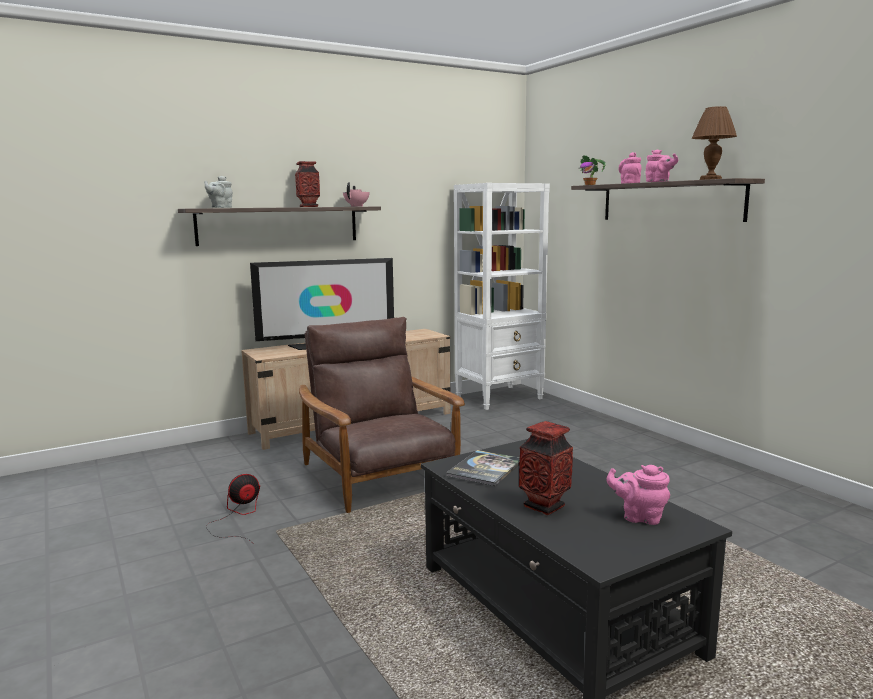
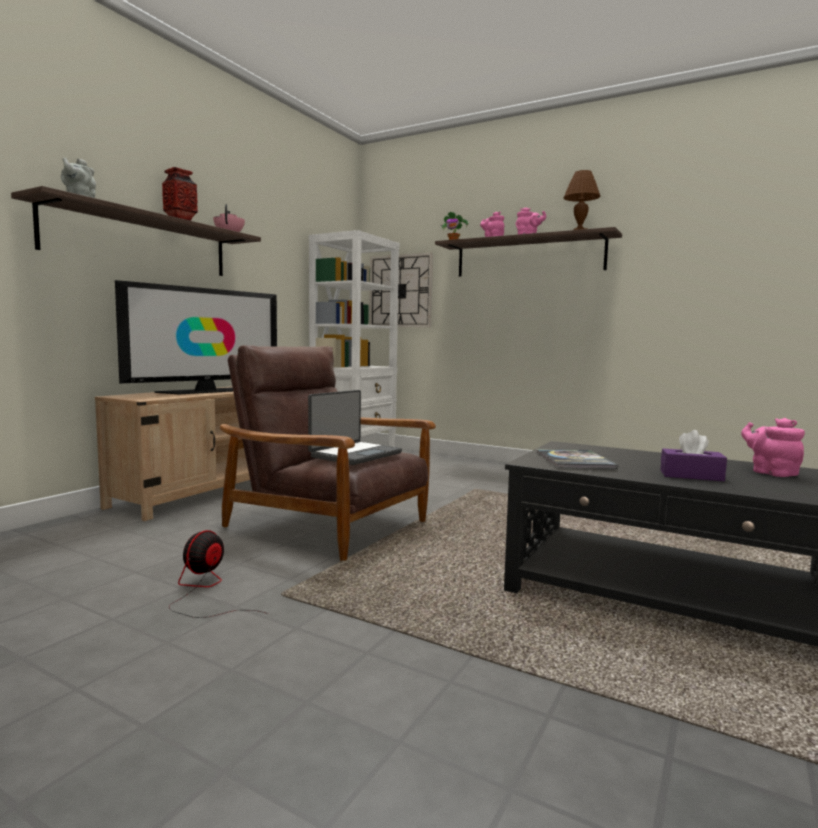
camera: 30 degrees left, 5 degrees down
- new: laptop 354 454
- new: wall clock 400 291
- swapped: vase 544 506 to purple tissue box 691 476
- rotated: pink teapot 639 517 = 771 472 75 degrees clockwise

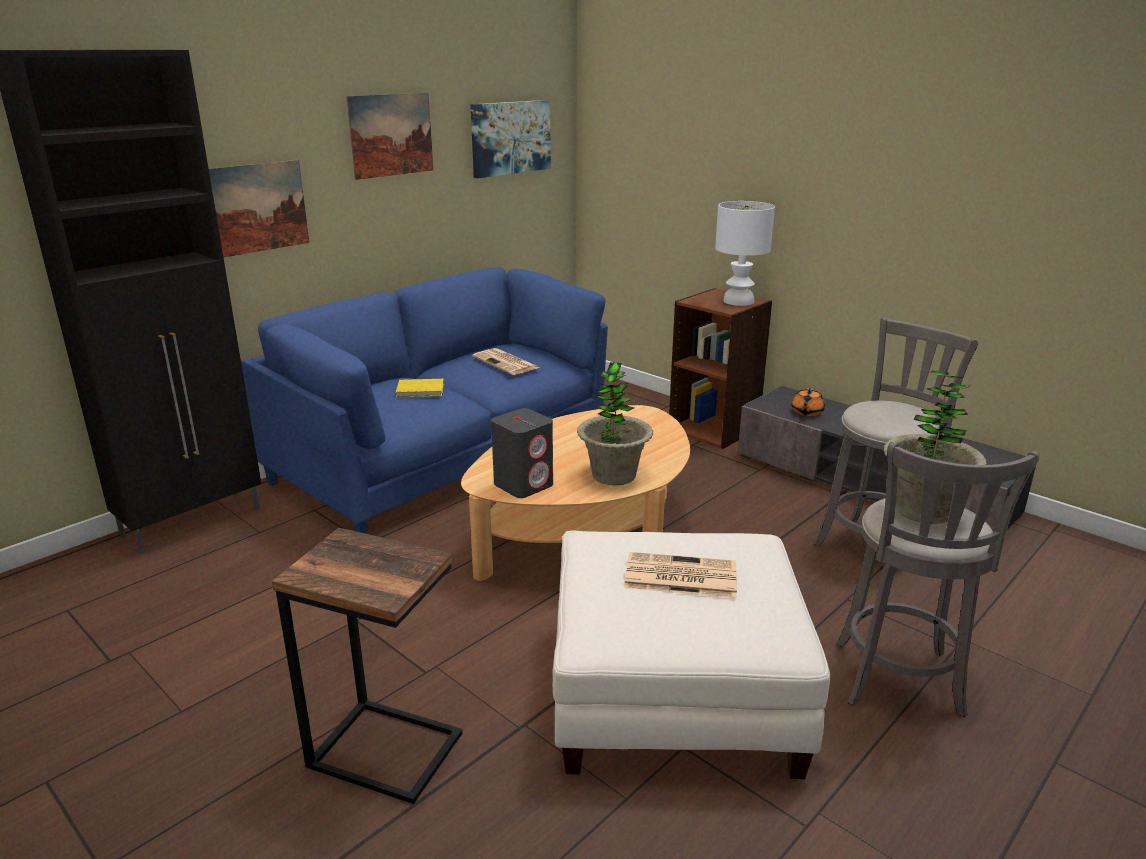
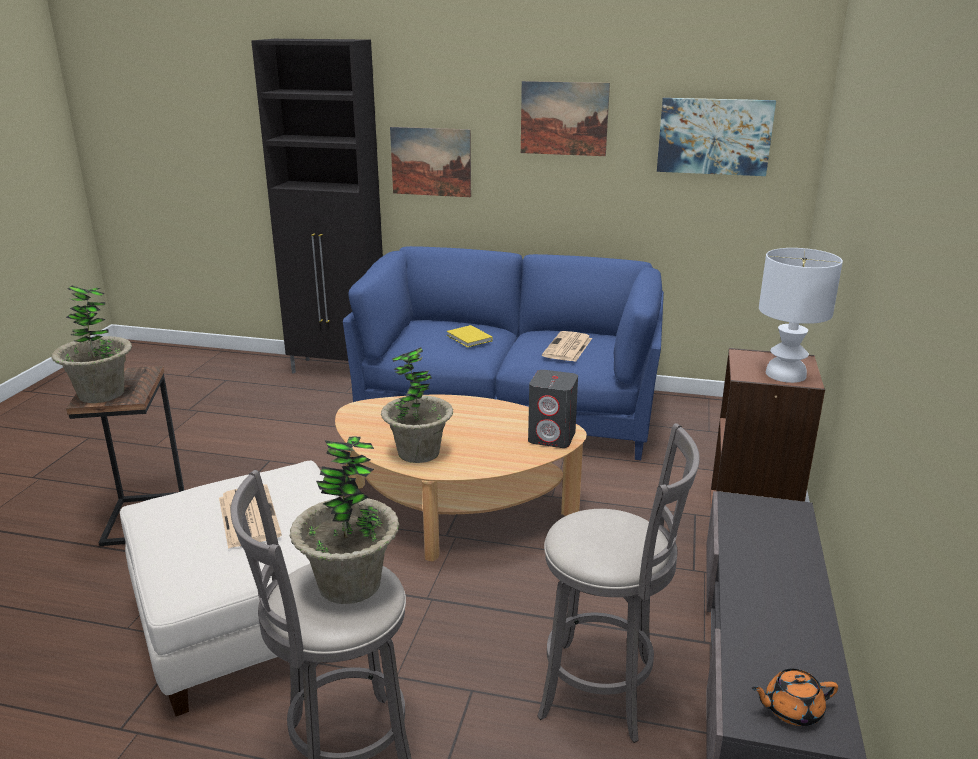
camera: 60 degrees right, 0 degrees up
- new: potted plant 101 394
- shifted: grey speaker 524 484 to 552 437
- shifted: orange teapot 806 412 to 791 710

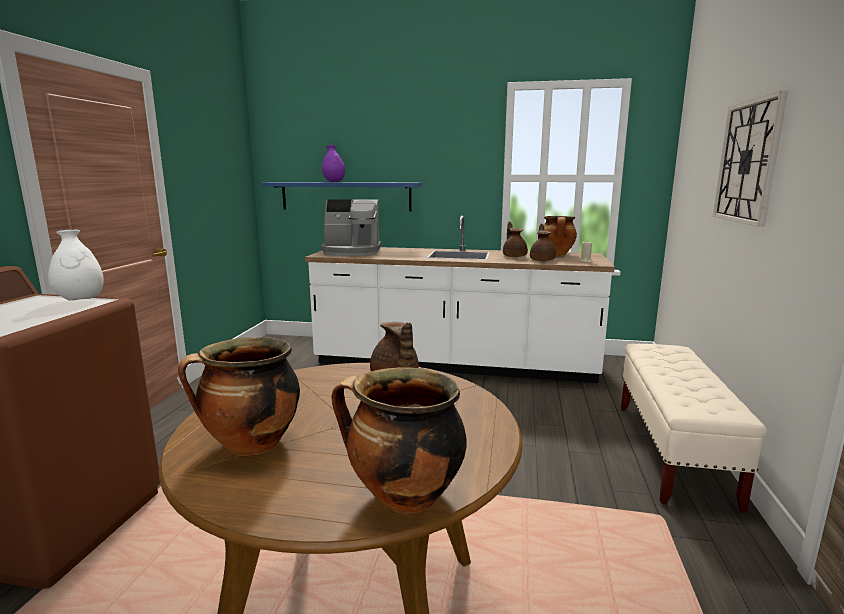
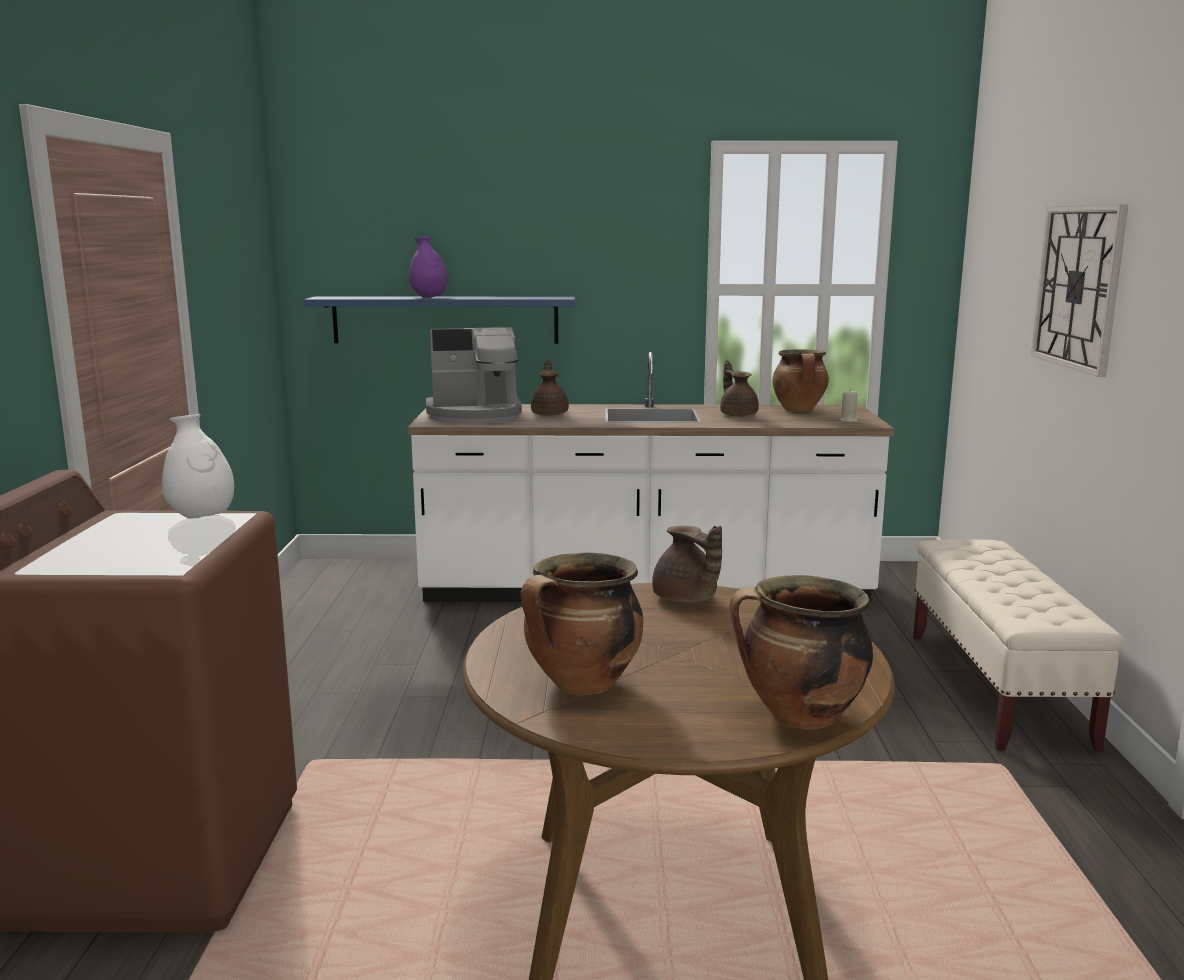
camera: 10 degrees left, 0 degrees up
- shifted: brown teapot 542 260 to 550 414

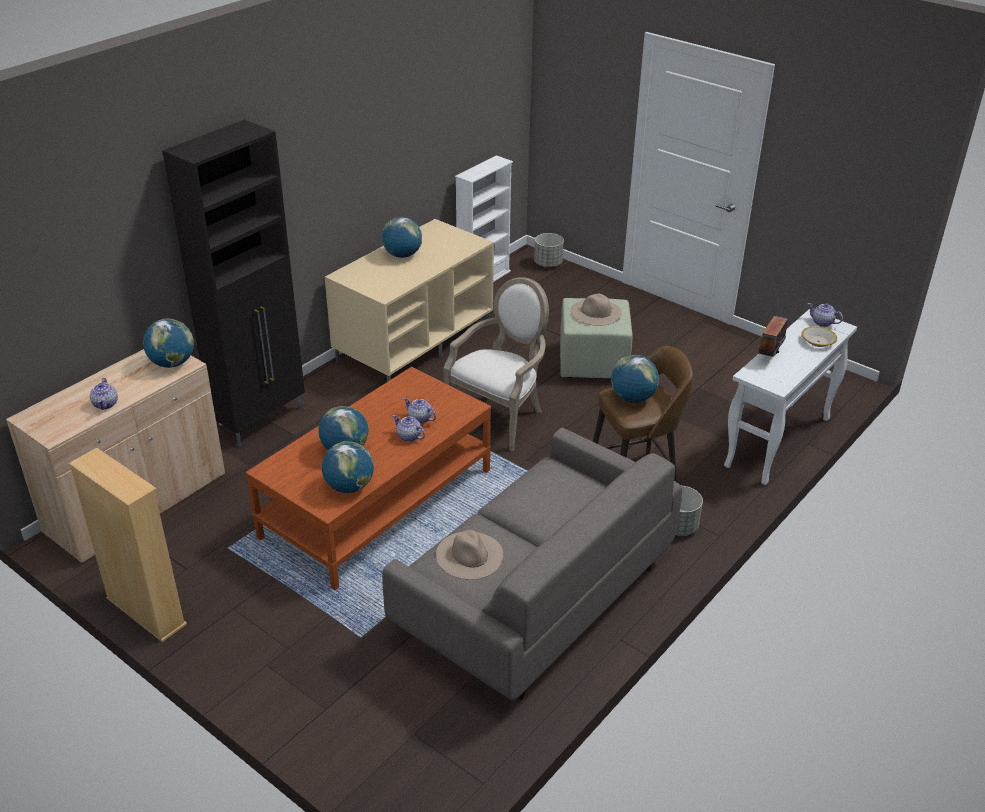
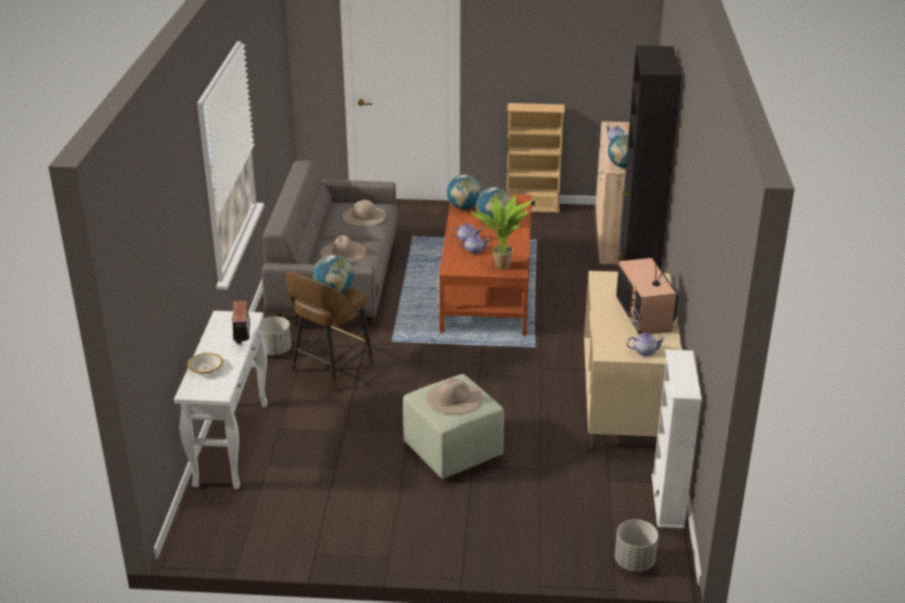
camera: 145 degrees right, 5 degrees down
- new: beige hat 343 252
- new: potted plant 503 265
- swapped: globe 402 255 to television 645 314
- shifted: teapot 822 323 to 645 351
- gone: armchair 500 416

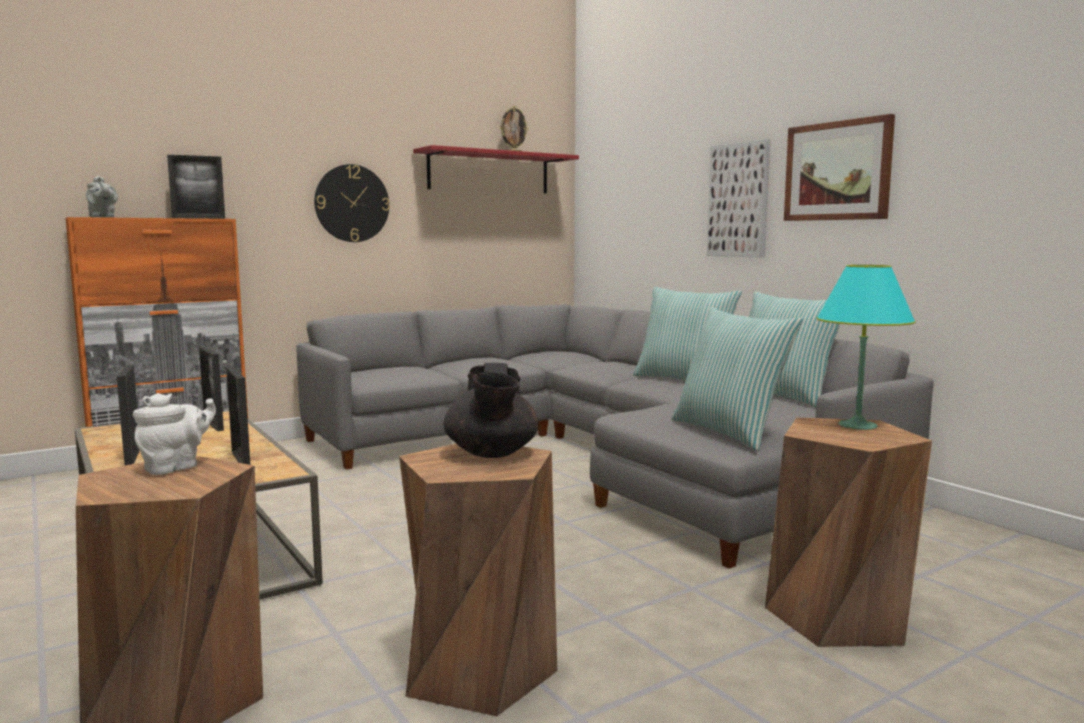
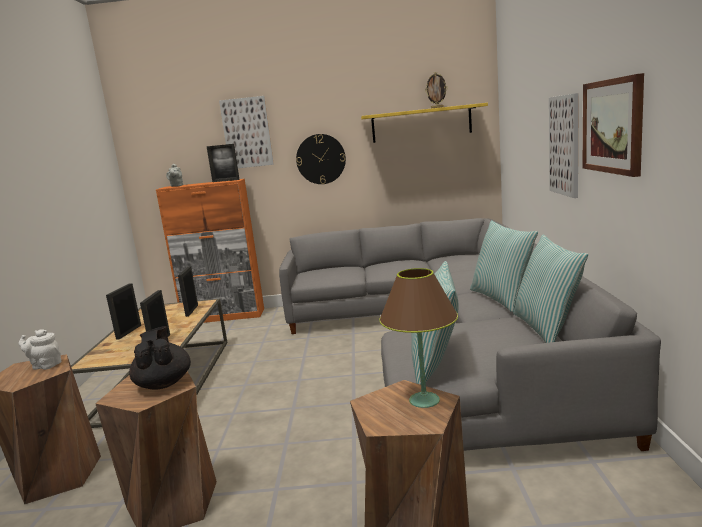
camera: 35 degrees right, 5 degrees up
- rotated: white teapot 176 467 = 45 365 150 degrees counterclockwise
- rotated: black teapot 491 454 = 163 383 135 degrees clockwise
- new: picture 247 133
- repainted: red shelf 489 172 to yellow shelf 421 124
- repainted: turquoise table lamp 858 425 to brown table lamp 424 400

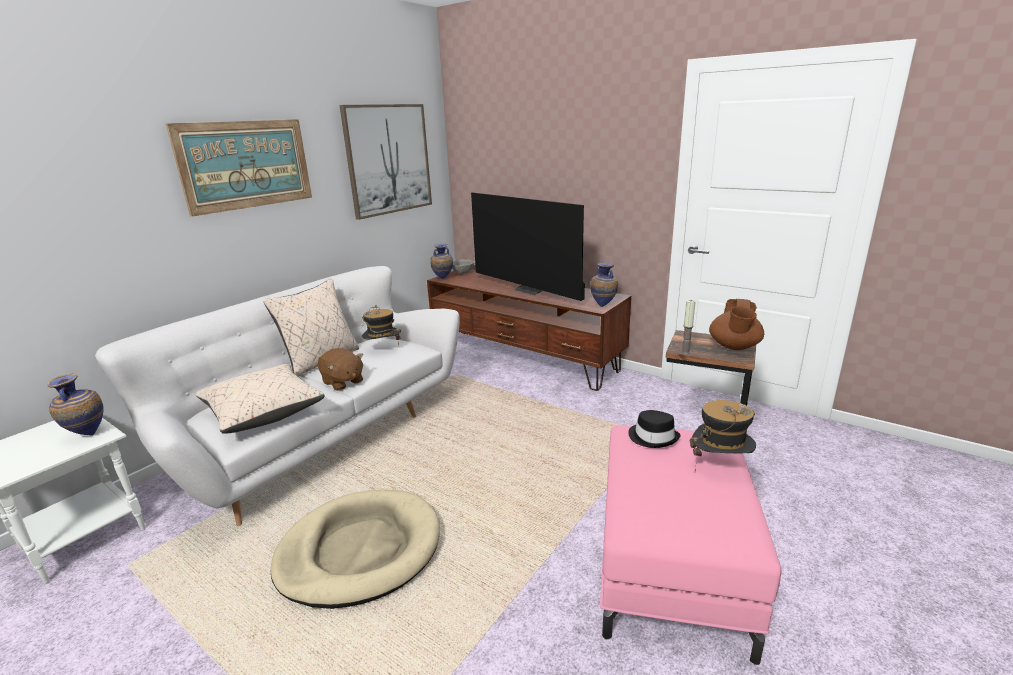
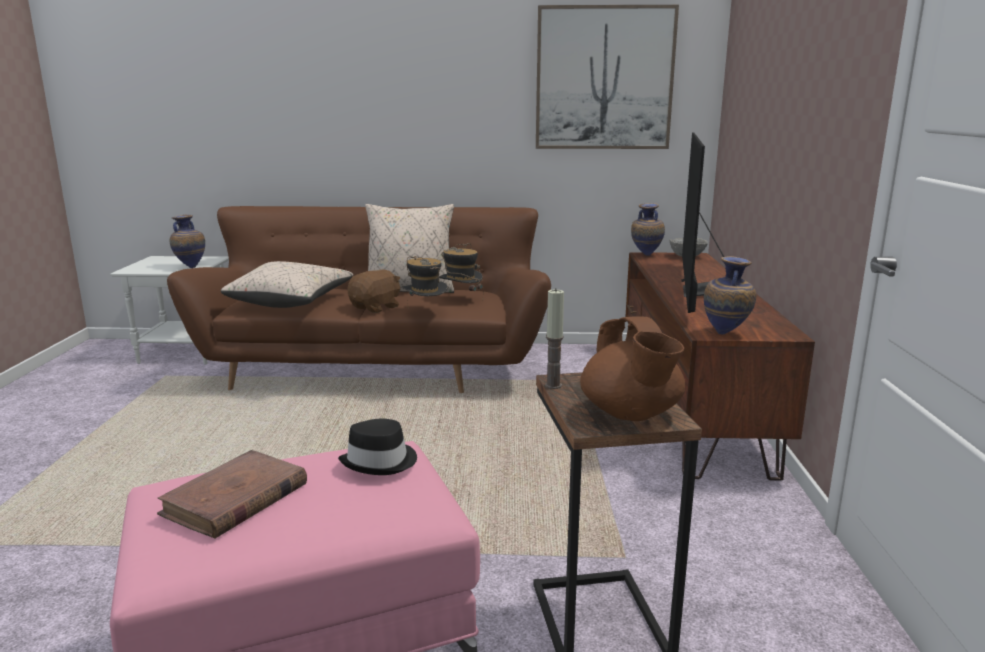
camera: 55 degrees right, 5 degrees down
- new: brown book 235 499
- repainted: white sofa 320 437 to brown sofa 377 369
- rotated: brown plush toy 342 382 = 376 307 150 degrees counterclockwise
- shifted: hat 719 466 to 425 313
- rotated: brown teapot 734 347 = 631 414 90 degrees counterclockwise
- gone: picture 246 164
- gone: beige dog bed 360 550

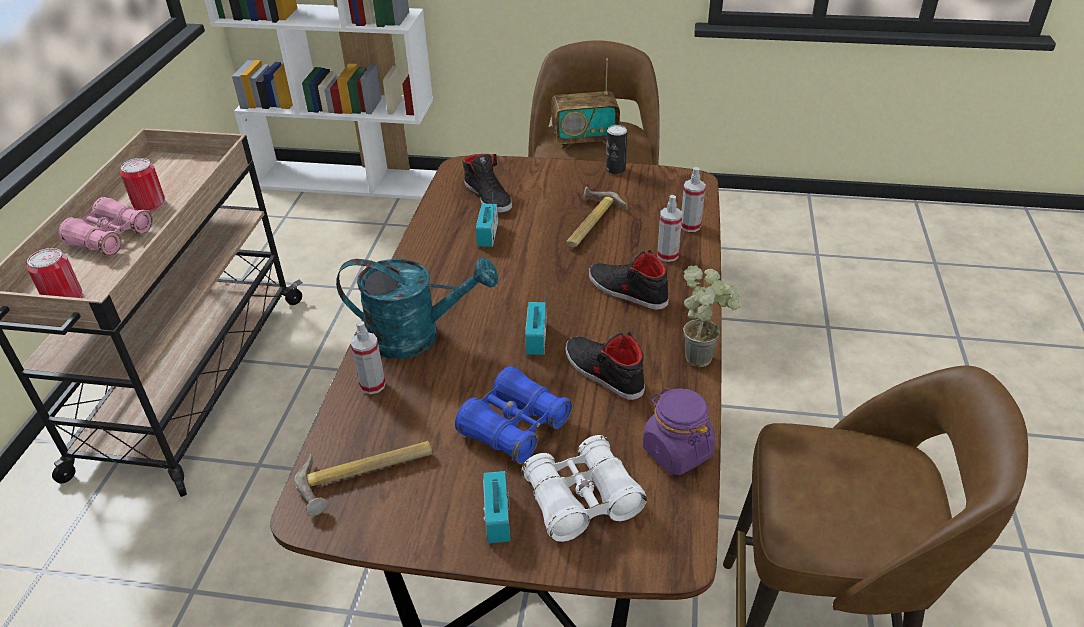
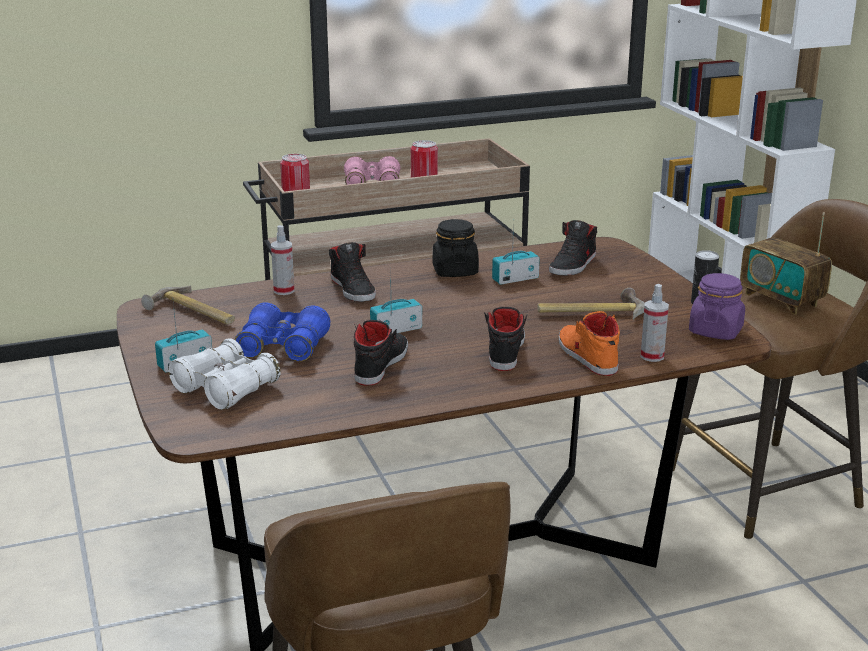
camera: 60 degrees right, 15 degrees down
- swapped: turquoise watering can 417 336 to black shoe 353 289
- new: black jar 455 271
- swapped: spray bottle 667 255 to orange shoe 586 356
- shifted: purple jar 676 451 to 715 331
- gone: potted plant 705 355

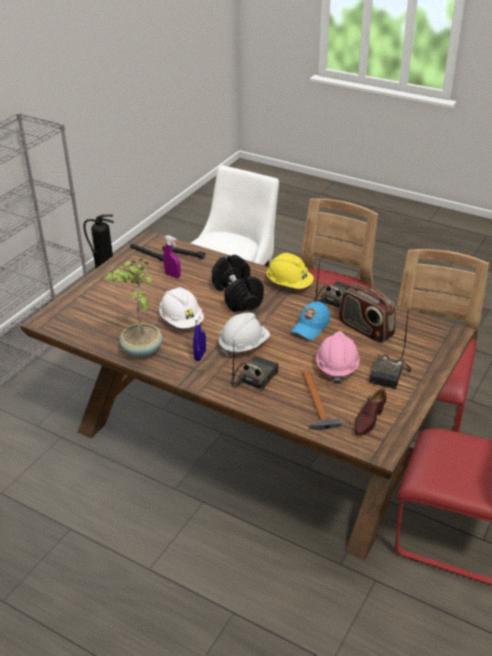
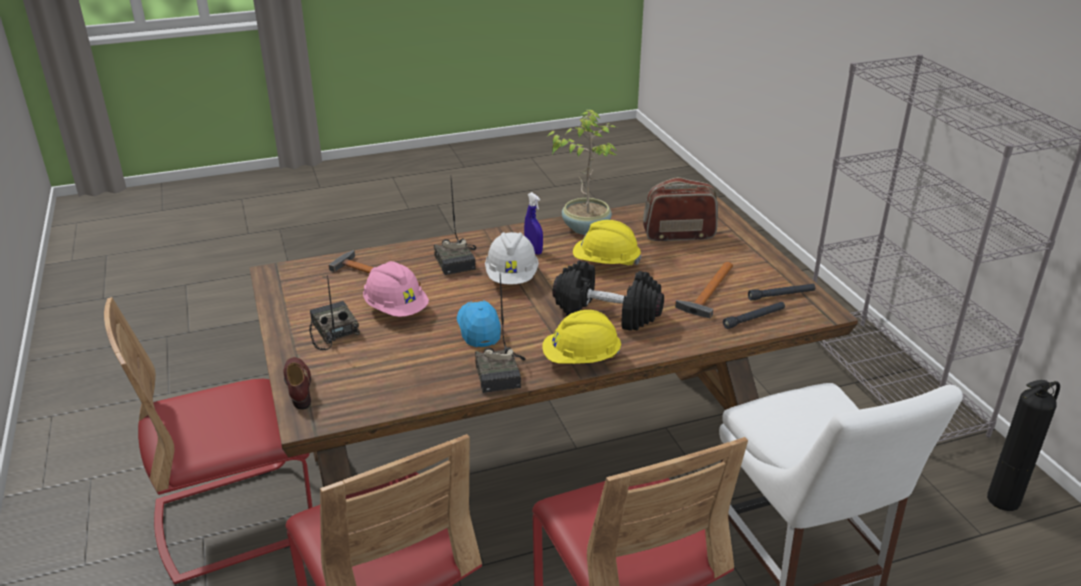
camera: 130 degrees right, 5 degrees down
- shifted: brown shoe 368 419 to 299 386
- repainted: white hard hat 181 321 to yellow hard hat 605 263
- shifted: radio 365 329 to 678 234
- swapped: purple spray bottle 172 275 to hammer 708 292

